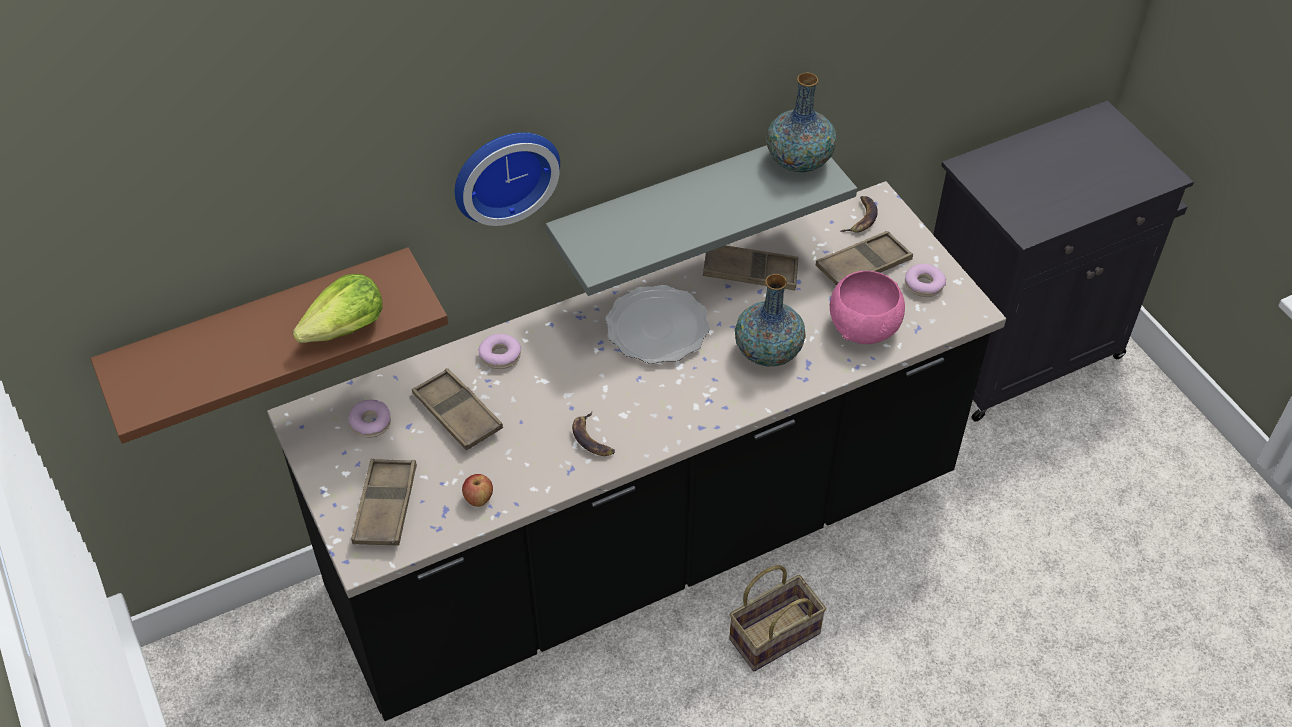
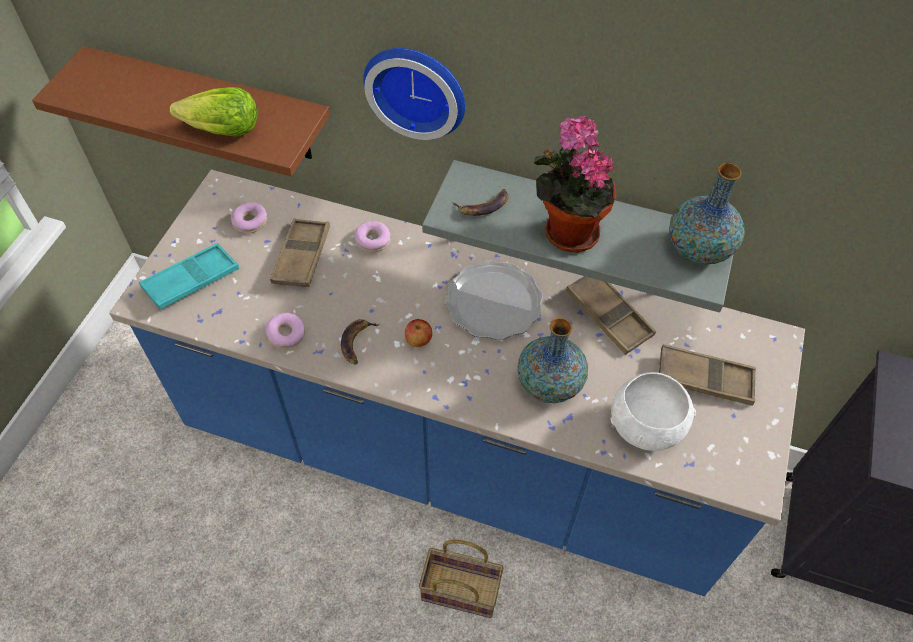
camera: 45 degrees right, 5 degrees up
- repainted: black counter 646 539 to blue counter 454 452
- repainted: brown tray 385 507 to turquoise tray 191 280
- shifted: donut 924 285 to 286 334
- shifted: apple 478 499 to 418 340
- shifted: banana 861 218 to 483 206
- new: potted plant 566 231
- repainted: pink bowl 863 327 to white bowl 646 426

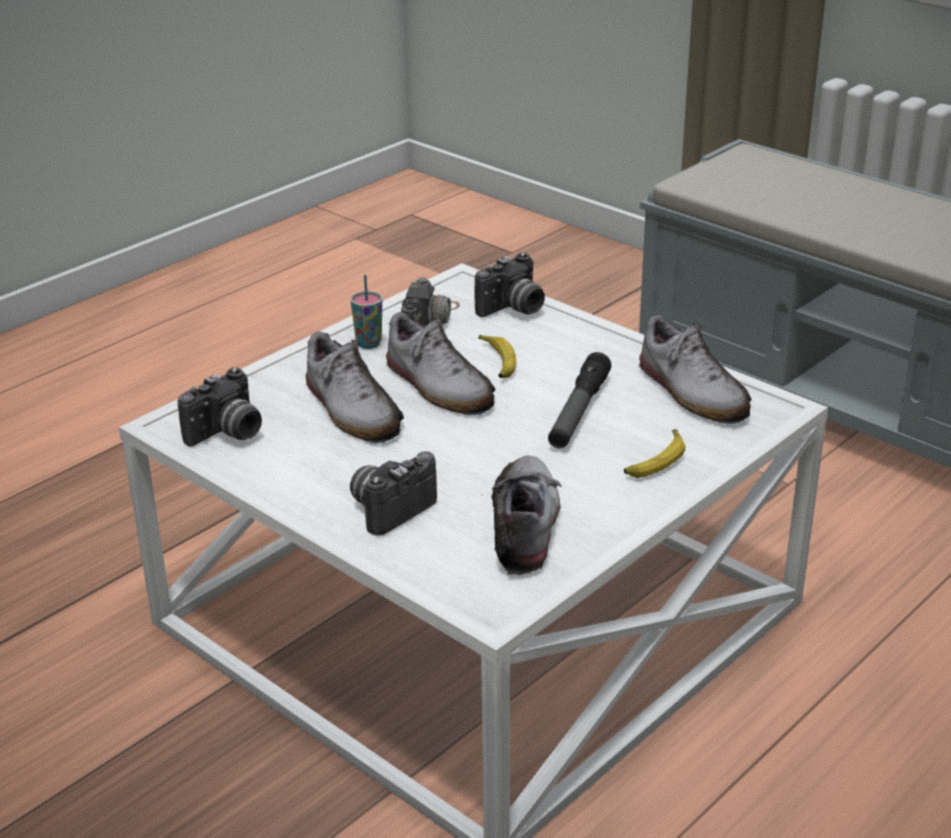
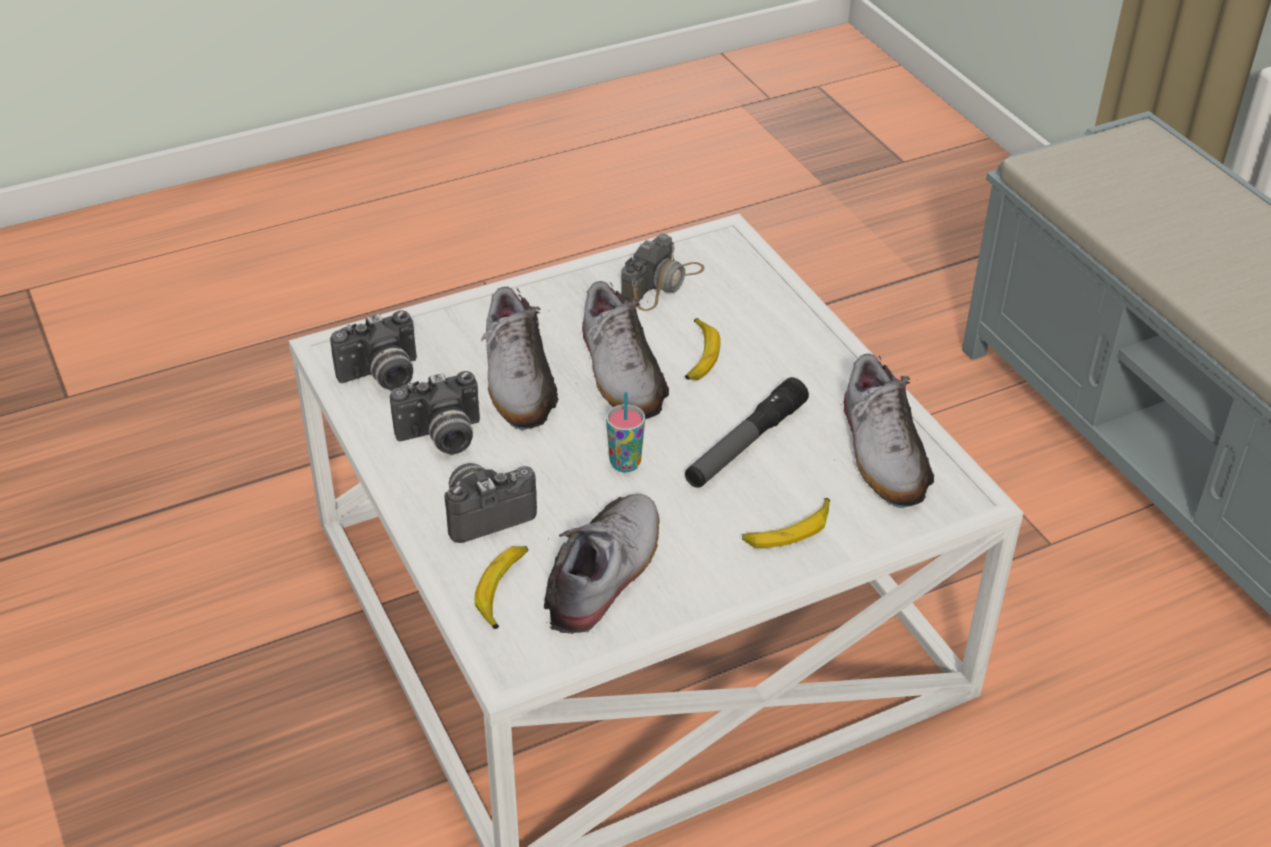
camera: 20 degrees right, 10 degrees up
- shifted: photo camera 513 309 to 442 438
- new: banana 503 590
- shifted: cup 369 344 to 625 463

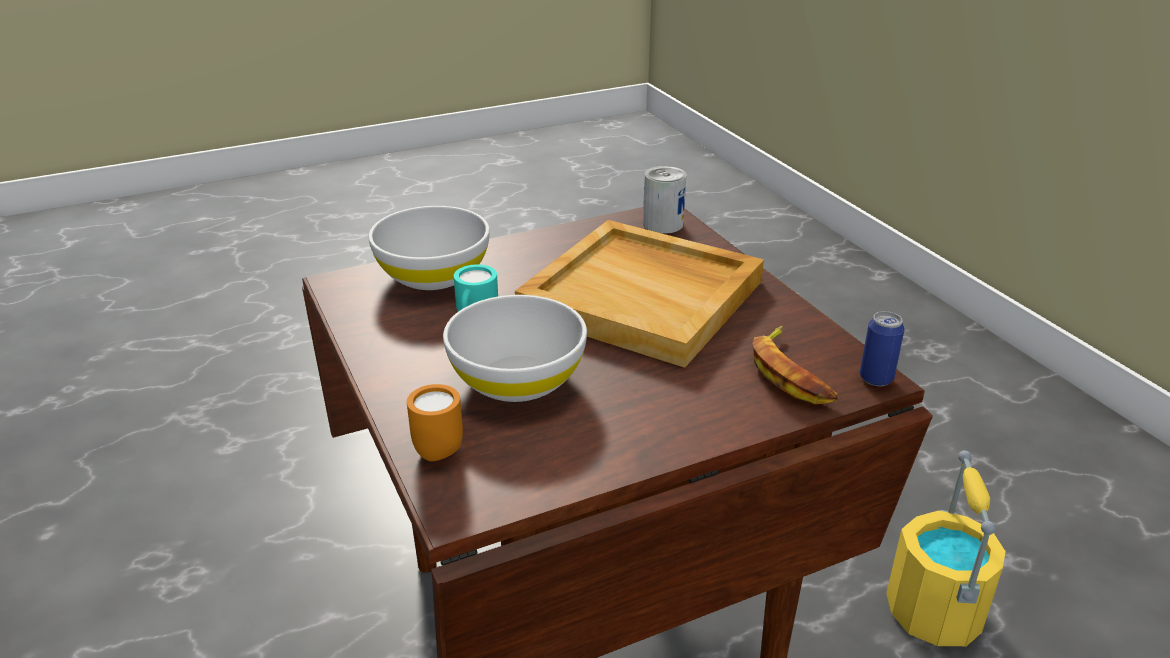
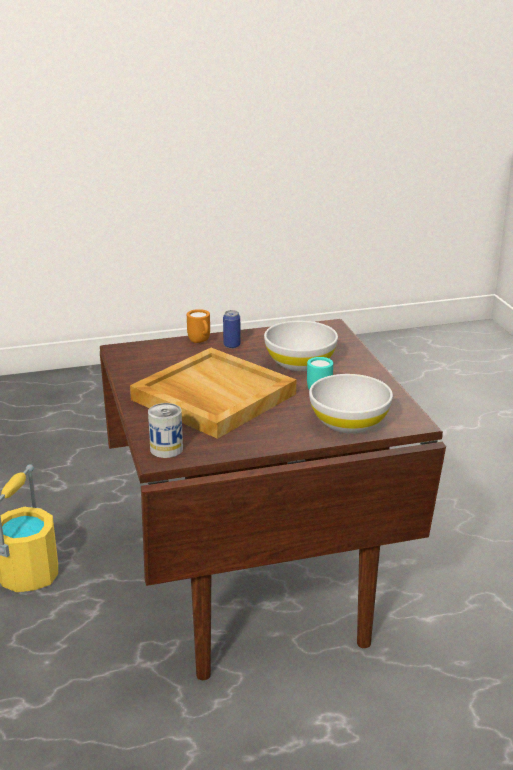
camera: 170 degrees left, 5 degrees down
- shifted: orange mug 434 448 to 200 342
- shifted: can 876 378 to 232 345
- gone: banana 791 373

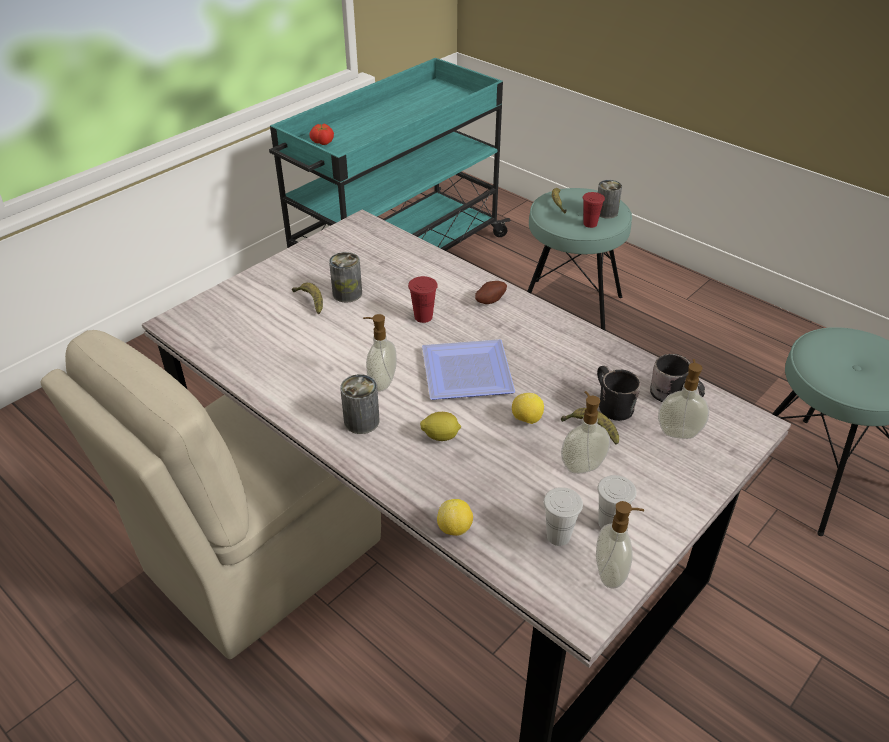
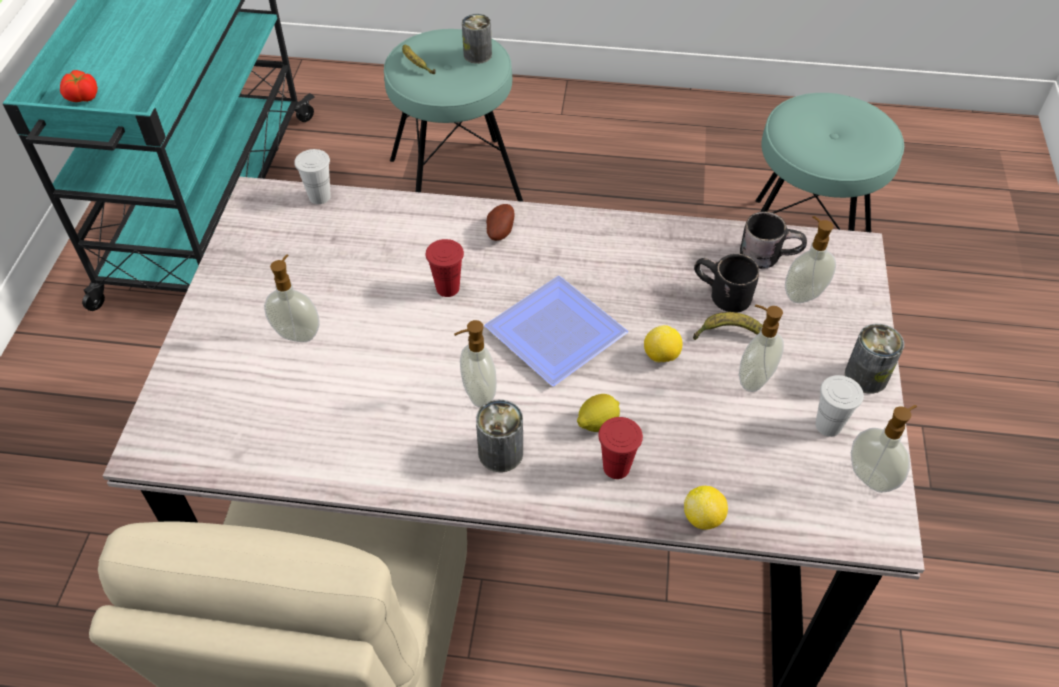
camera: 35 degrees left, 10 degrees up
- swapped: banana 311 301 to soap dispenser 298 333
- shifted: white cup 558 536 to 319 196
- shifted: red cup 590 224 to 616 467
- shifted: can 347 293 to 866 376

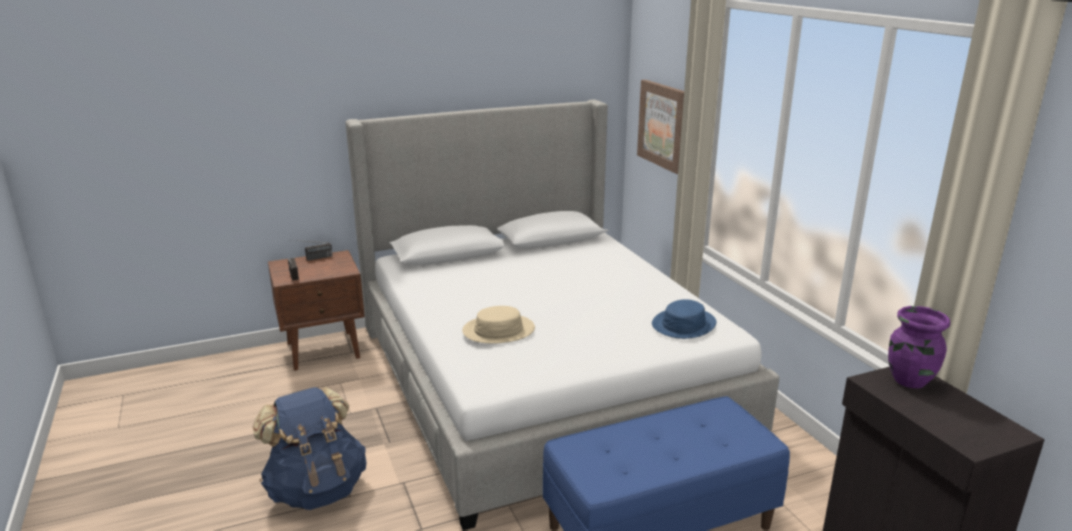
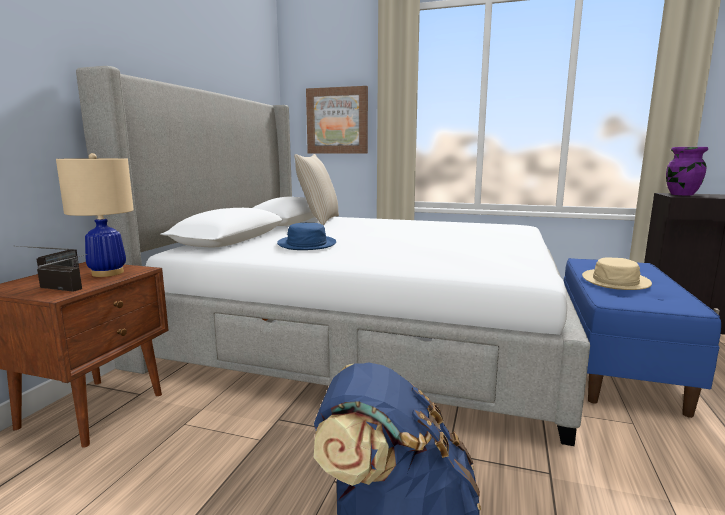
camera: 50 degrees left, 10 degrees down
- new: beige table lamp 107 273
- shifted: blue hat 683 324 to 306 244
- new: beige pillow 319 220
- shifted: beige hat 498 330 to 615 281

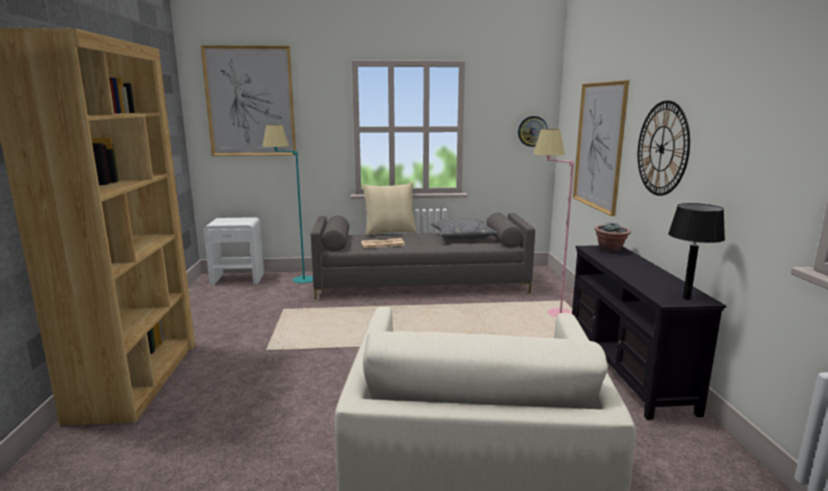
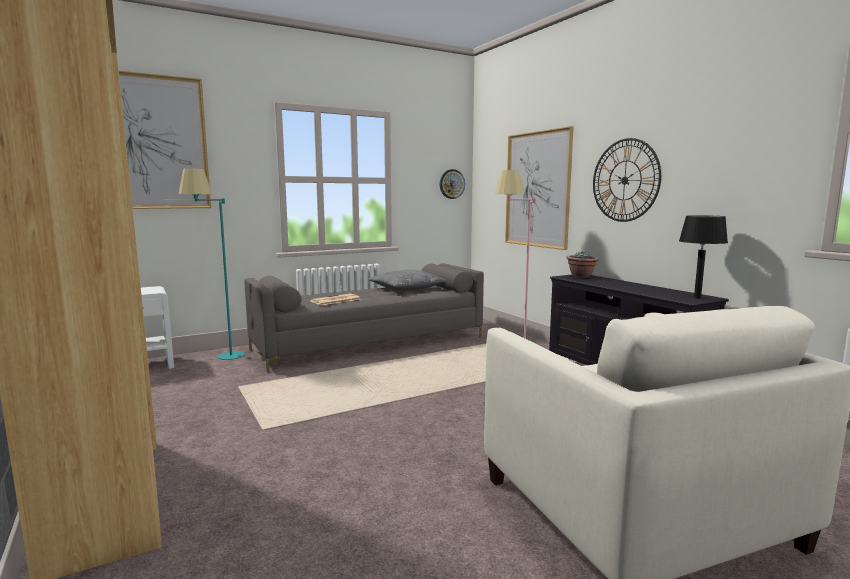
camera: 25 degrees left, 5 degrees down
- gone: beige pillow 390 232

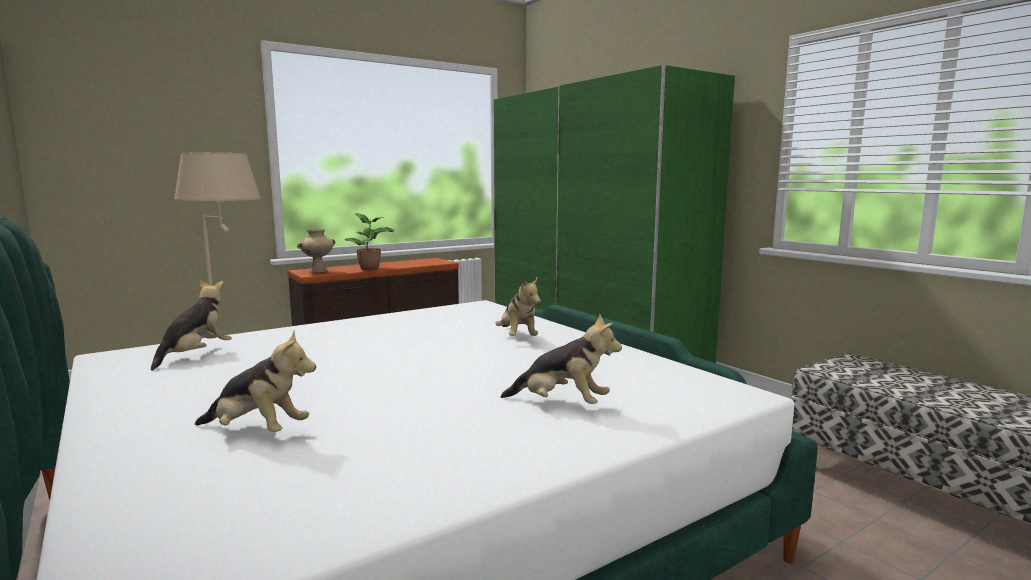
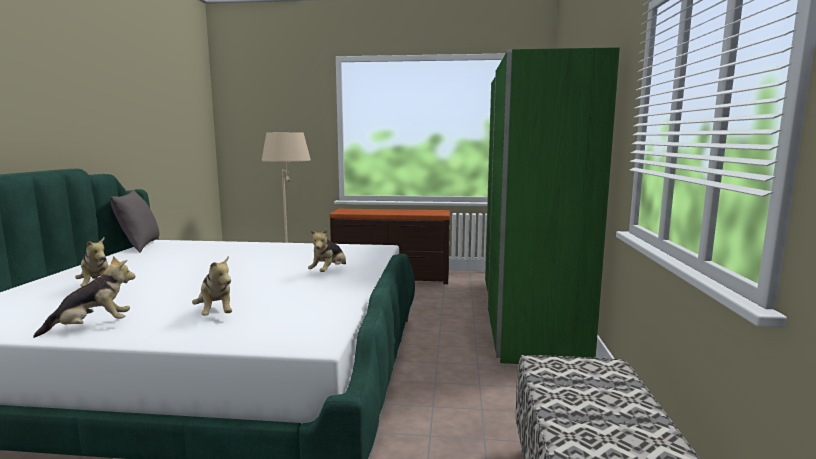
camera: 40 degrees right, 0 degrees up
- shifted: plush toy 195 355 to 92 327
- new: grey pillow 139 246
- gone: beige vase 318 271
- gone: potted plant 370 268

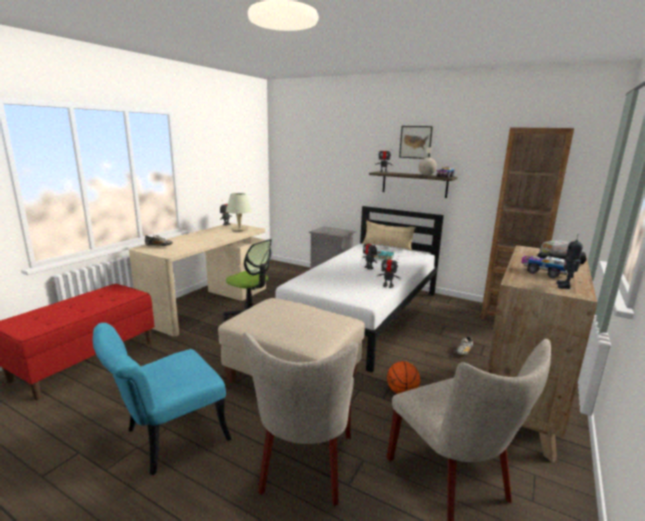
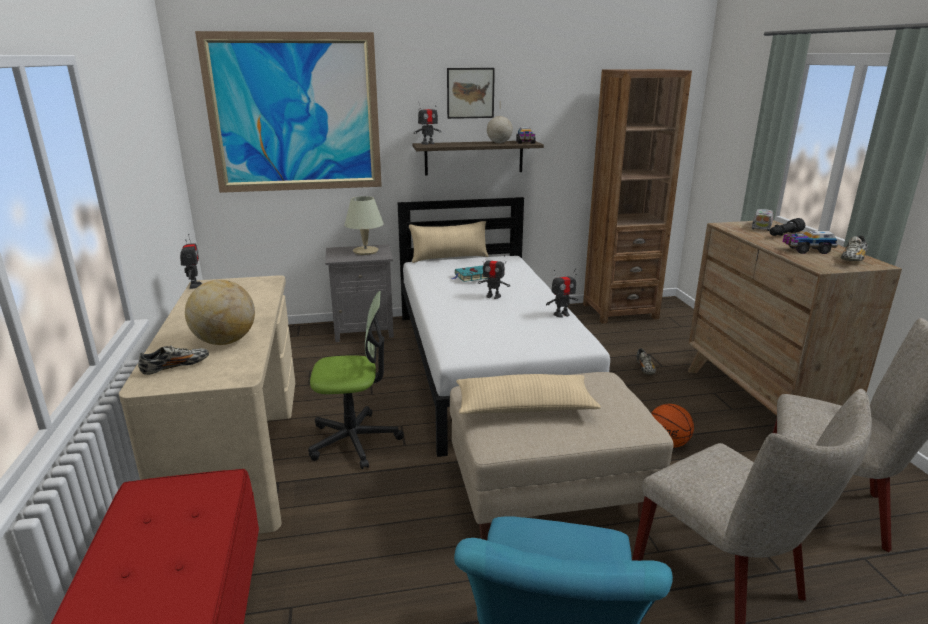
camera: 40 degrees left, 5 degrees up
- new: globe 225 341
- new: picture 294 114
- shifted: beige table lamp 239 229 to 366 251
- new: beige pillow 524 407
- swapped: toy robot 565 286 to shoe 852 260

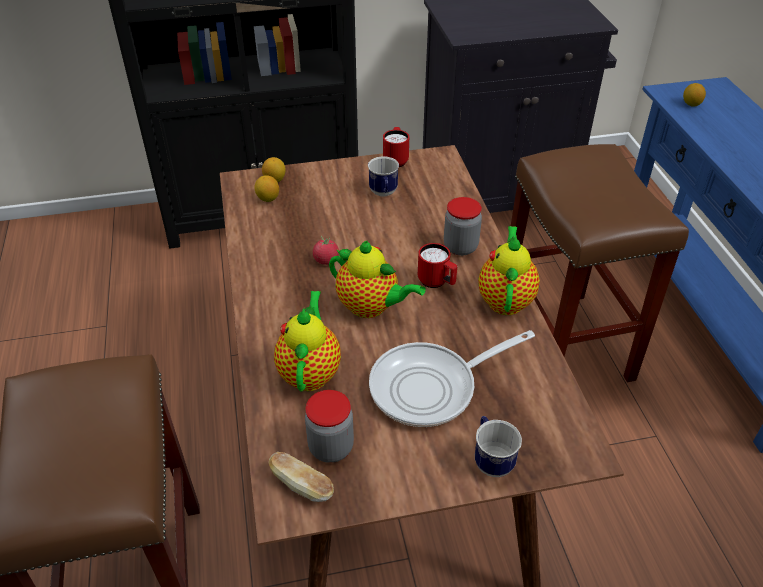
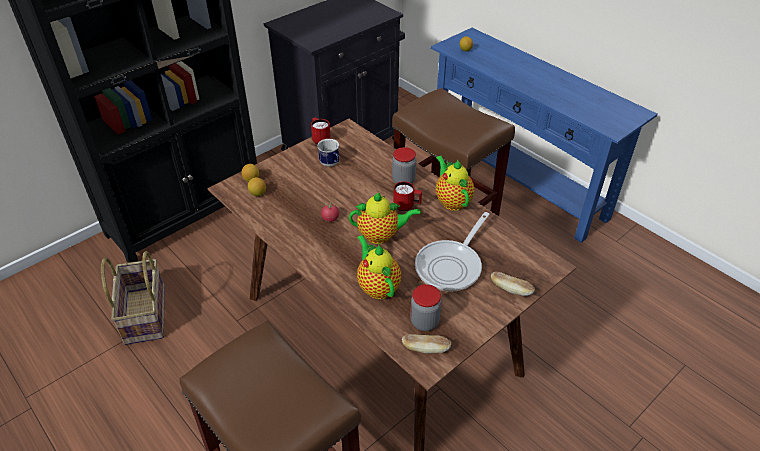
camera: 30 degrees left, 0 degrees up
- new: basket 144 314
- swapped: mug 491 459 to bread 511 289

